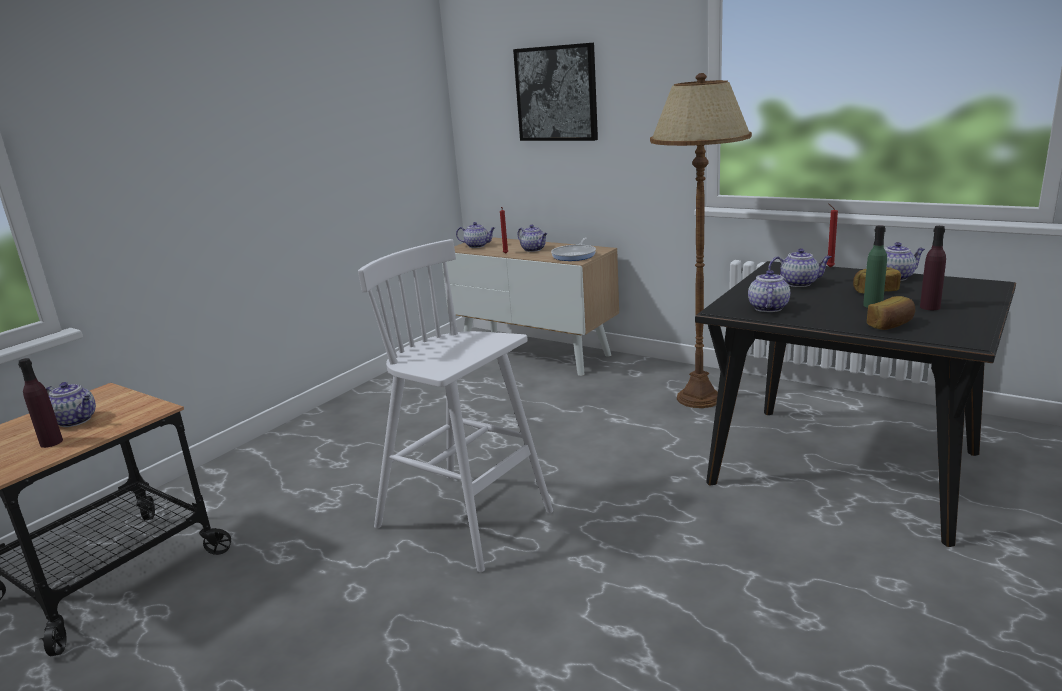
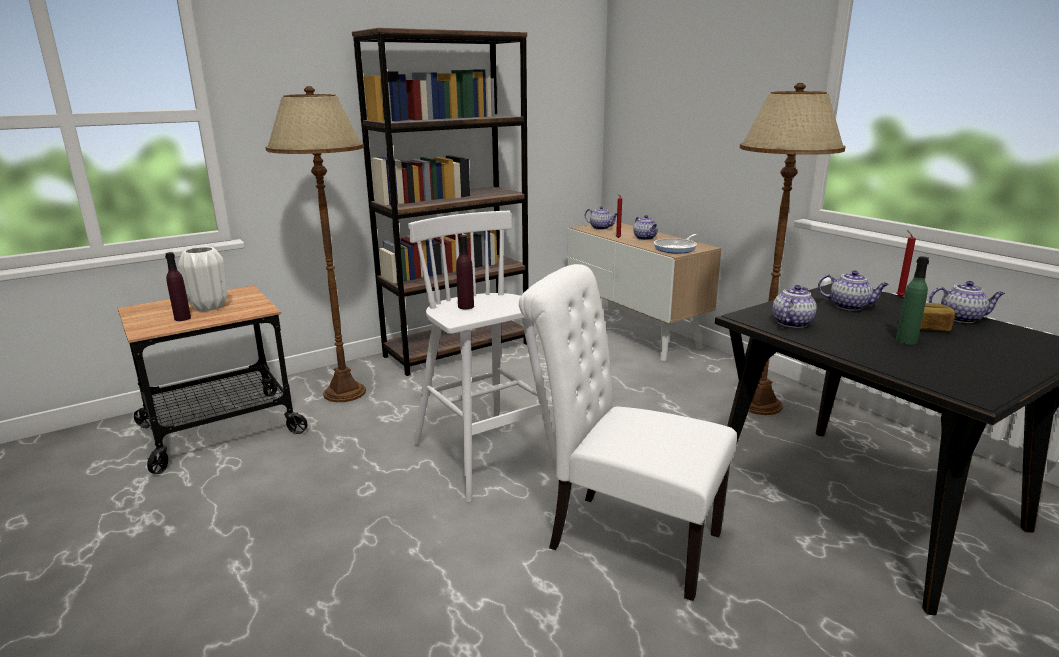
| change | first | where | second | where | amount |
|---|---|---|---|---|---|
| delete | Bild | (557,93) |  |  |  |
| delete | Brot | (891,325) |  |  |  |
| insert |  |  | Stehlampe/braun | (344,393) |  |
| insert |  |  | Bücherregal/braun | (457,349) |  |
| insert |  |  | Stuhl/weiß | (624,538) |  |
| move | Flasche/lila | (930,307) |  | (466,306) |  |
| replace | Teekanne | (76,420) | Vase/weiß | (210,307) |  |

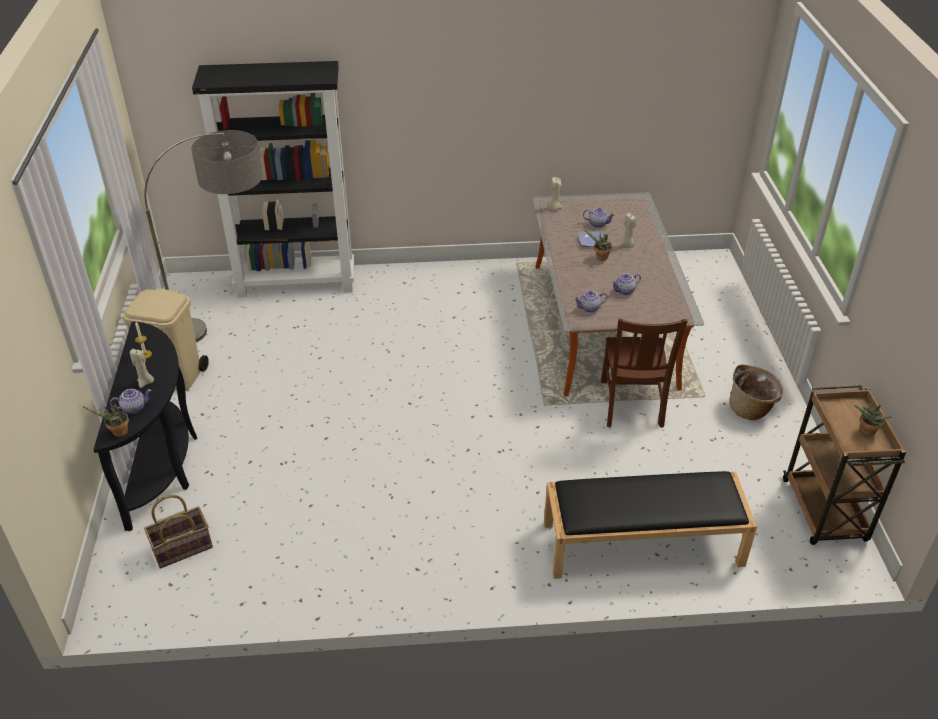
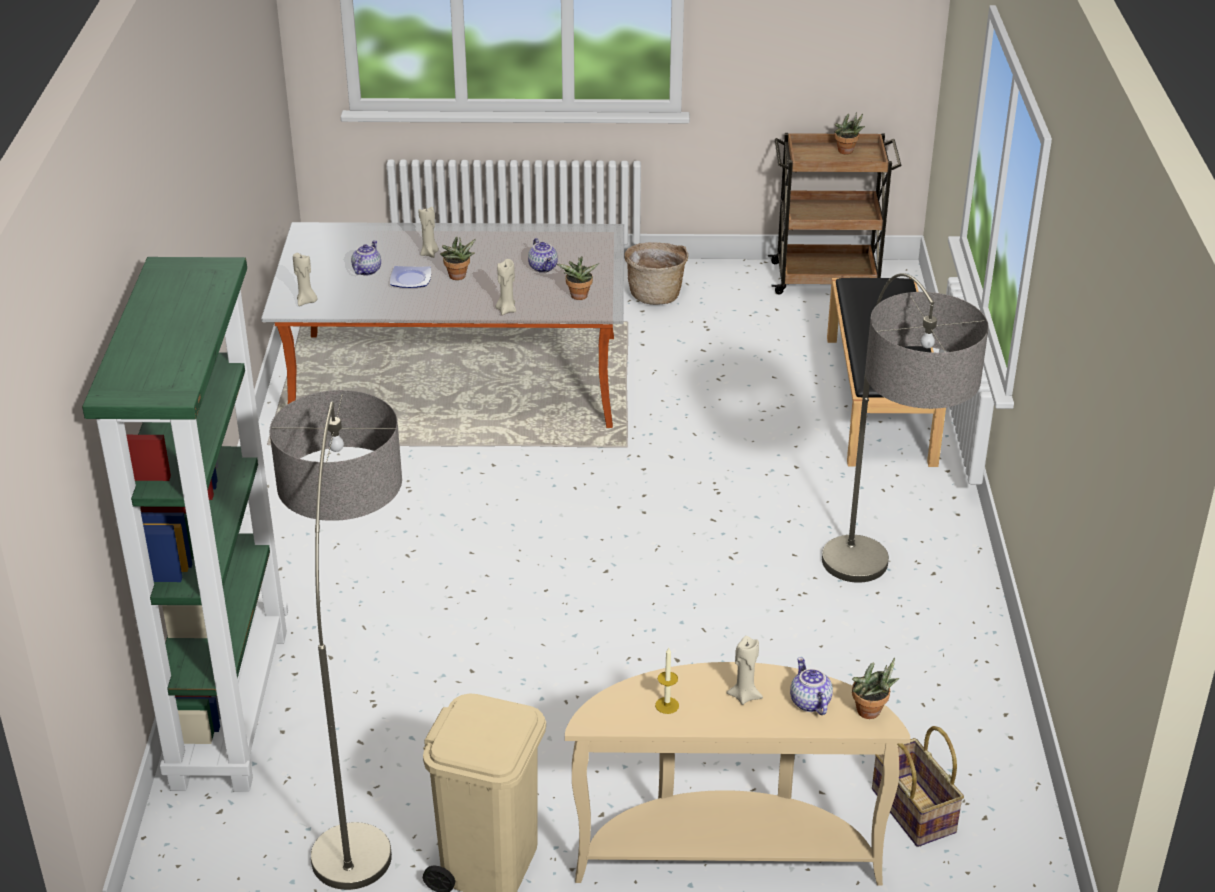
| change | first | where | second | where | amount |
|---|---|---|---|---|---|
| delete | Stuhl/braun | (631,405) |  |  |  |
| insert |  |  | Kerze/beige | (506,310) |  |
| insert |  |  | Stehlampe | (878,613) |  |
| replace | Teekanne | (589,308) | Topfpflanze | (578,297) |  |
| recolor | Konsolentisch/schwarz | (165,464) | Konsolentisch/beige | (727,852) |  |
| recolor | Bücherregal/schwarz | (297,282) | Bücherregal/grün | (229,706) |  |

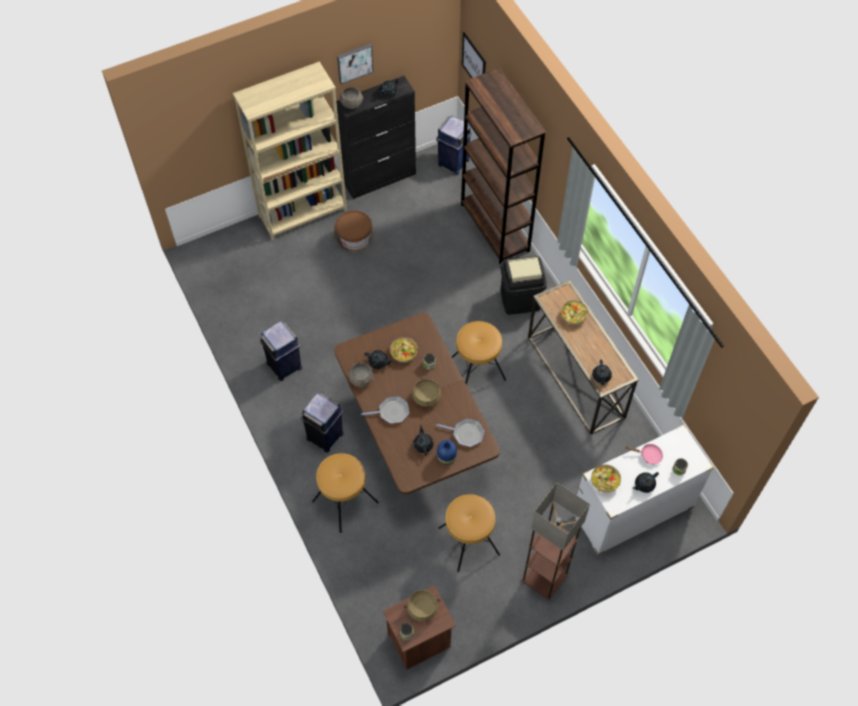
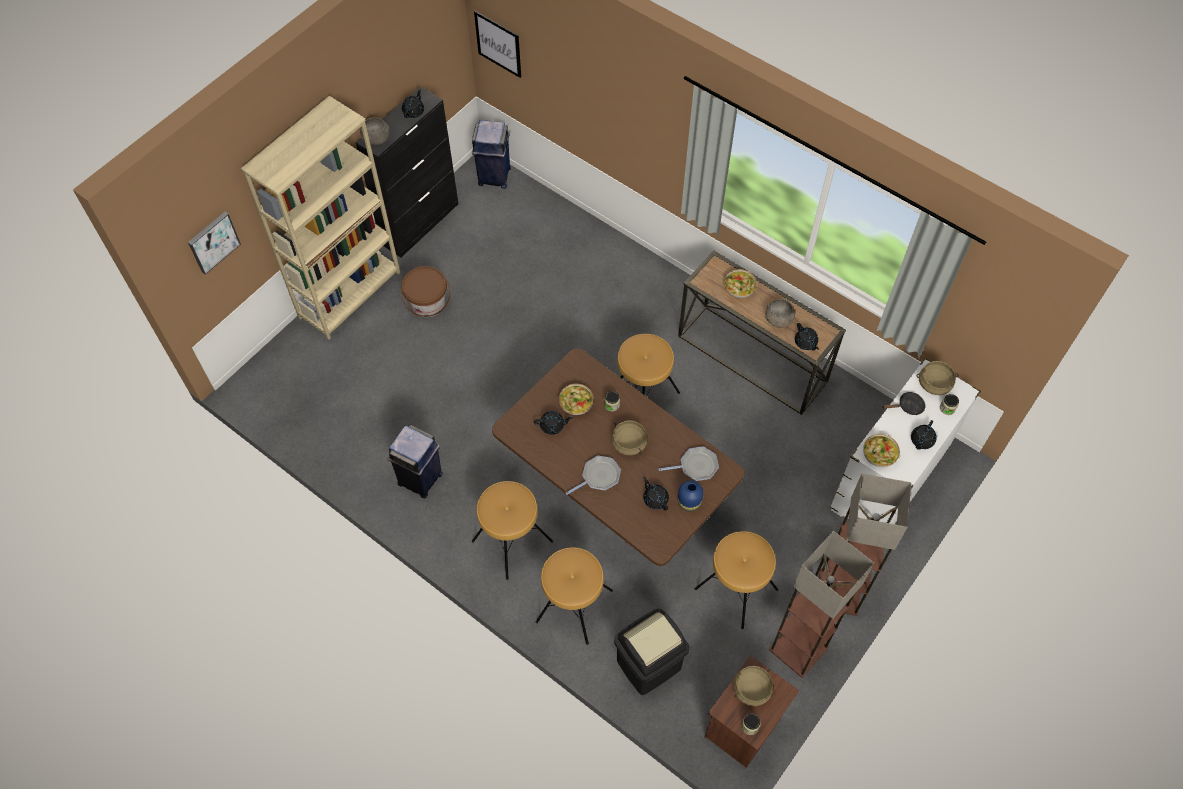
| change | first | where | second | where | amount |
|---|---|---|---|---|---|
| delete | Bücherregal/braun | (495,228) |  |  |  |
| insert |  |  | Stehlampe | (798,649) |  |
| insert |  |  | Kochtopf/beige | (934,383) |  |
| move | Bild | (354,62) |  | (213,242) |  |
| move | Schüssel/grau | (361,379) |  | (778,320) |  |
| move | Mülleimer/schwarz | (520,300) |  | (649,665) |  |
| replace | Mülleimer/blau | (325,437) | Hocker/braun | (511,541) |  |
| recolor | Pfanne/rosa | (648,455) | Pfanne/schwarz | (907,406) |  |

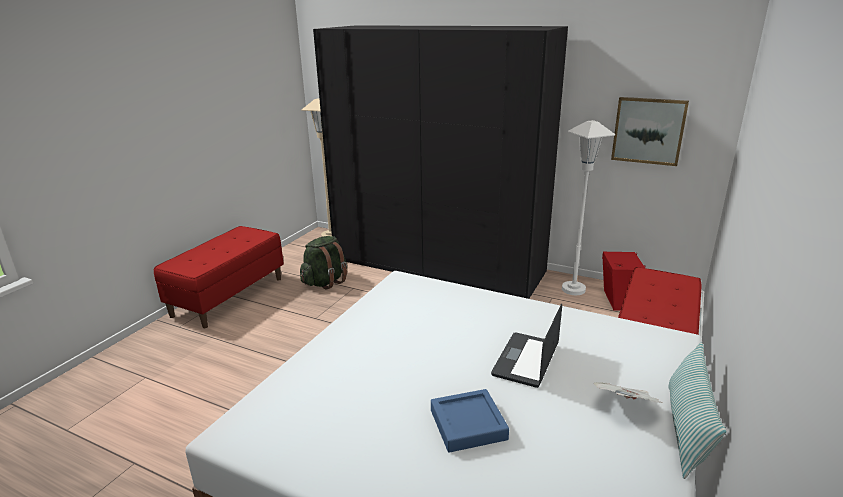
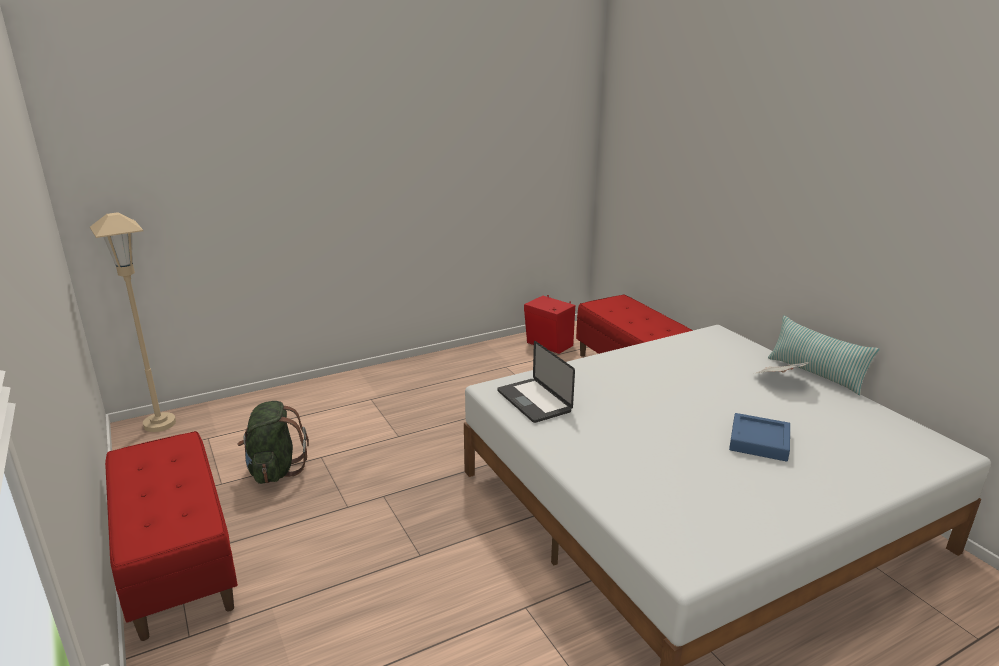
| change | first | where | second | where | amount |
|---|---|---|---|---|---|
| delete | Kleiderschrank/schwarz | (438,265) |  |  |  |
| delete | Stehlampe/weiß | (573,289) |  |  |  |
| delete | Bild | (648,130) |  |  |  |
| move | Laptop | (526,360) |  | (533,401) |  |

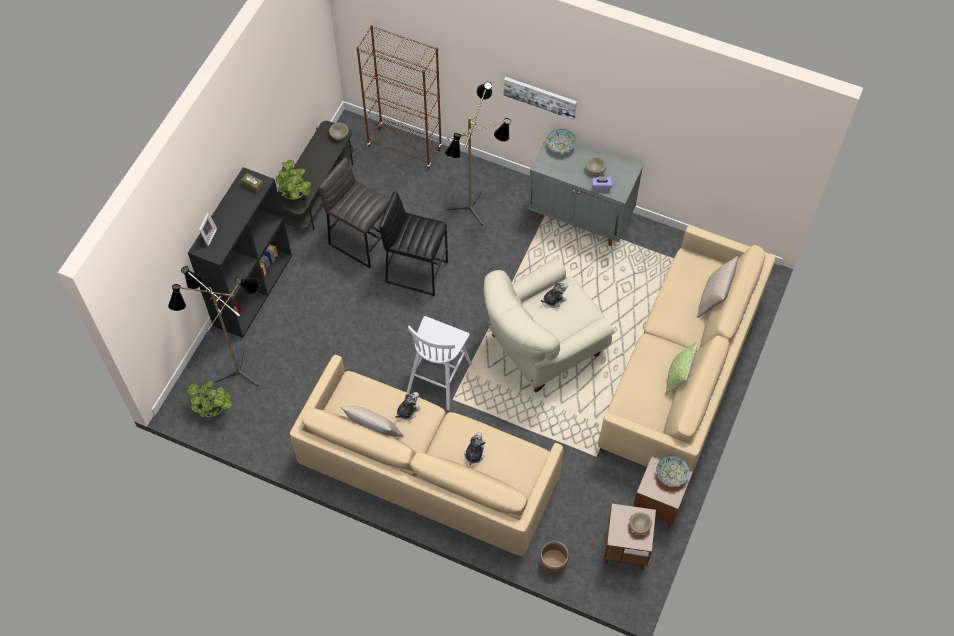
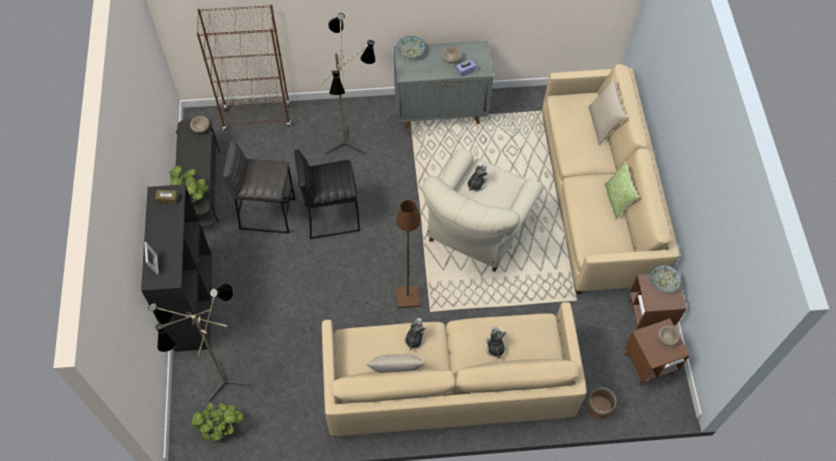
| change | first | where | second | where | amount |
|---|---|---|---|---|---|
| delete | Bild | (540,97) |  |  |  |
| replace | Hocker/weiß | (440,377) | Stehlampe/braun | (407,298) |  |

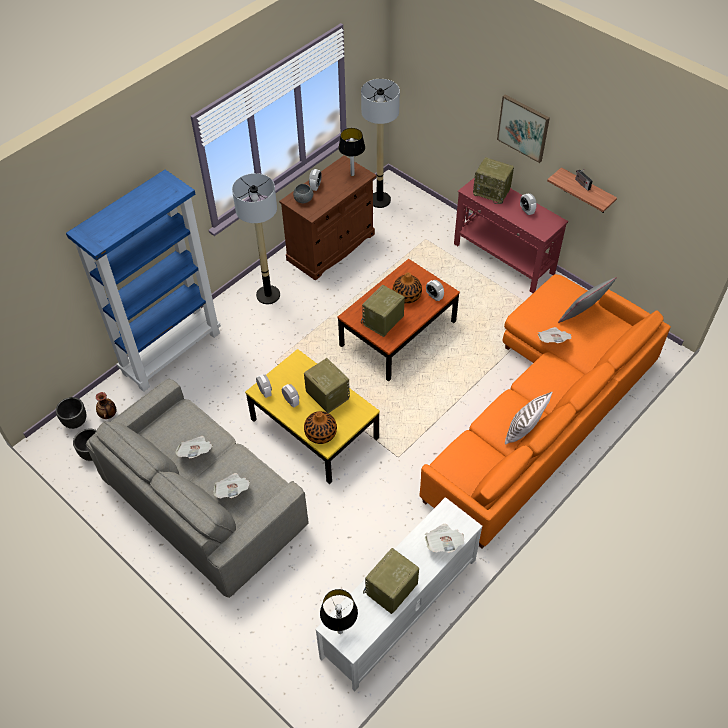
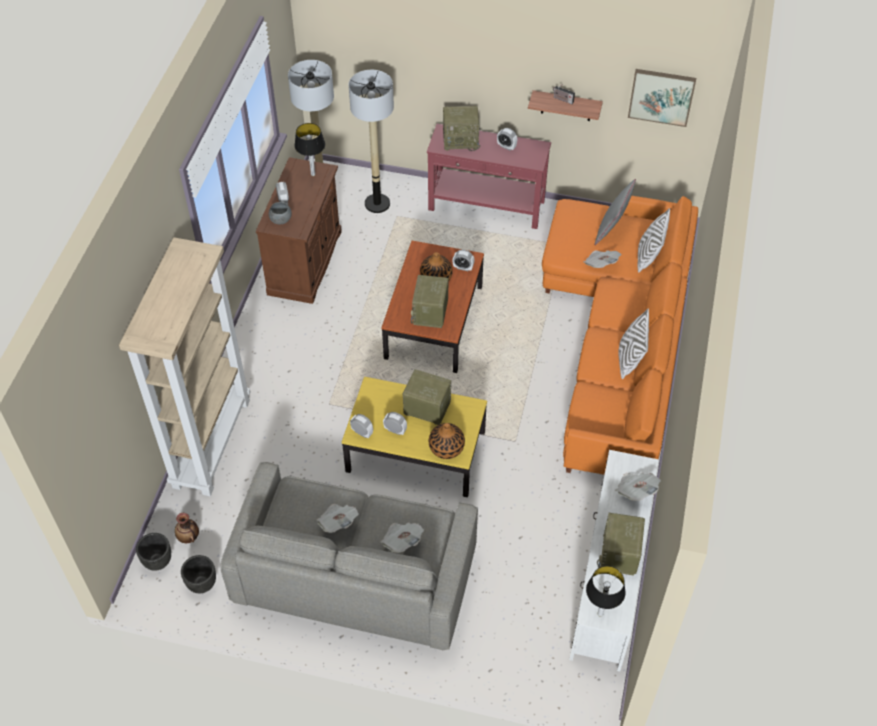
| change | first | where | second | where | amount |
|---|---|---|---|---|---|
| insert |  |  | Kissen/weiß | (649,256) |  |
| move | Stehlampe | (268,295) |  | (377,204) |  |
| move | Bild | (523,128) |  | (661,96) |  |
| recolor | Bücherregal/blau | (172,352) | Bücherregal/beige | (211,442) |  |

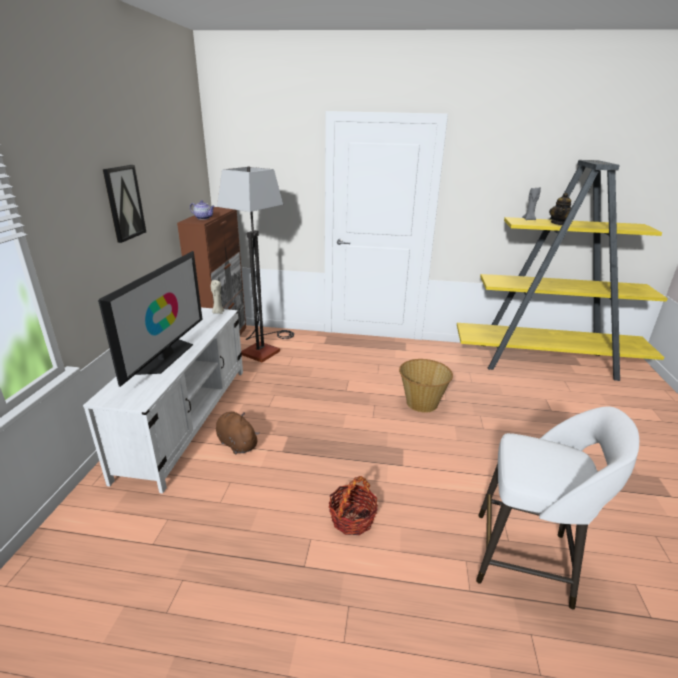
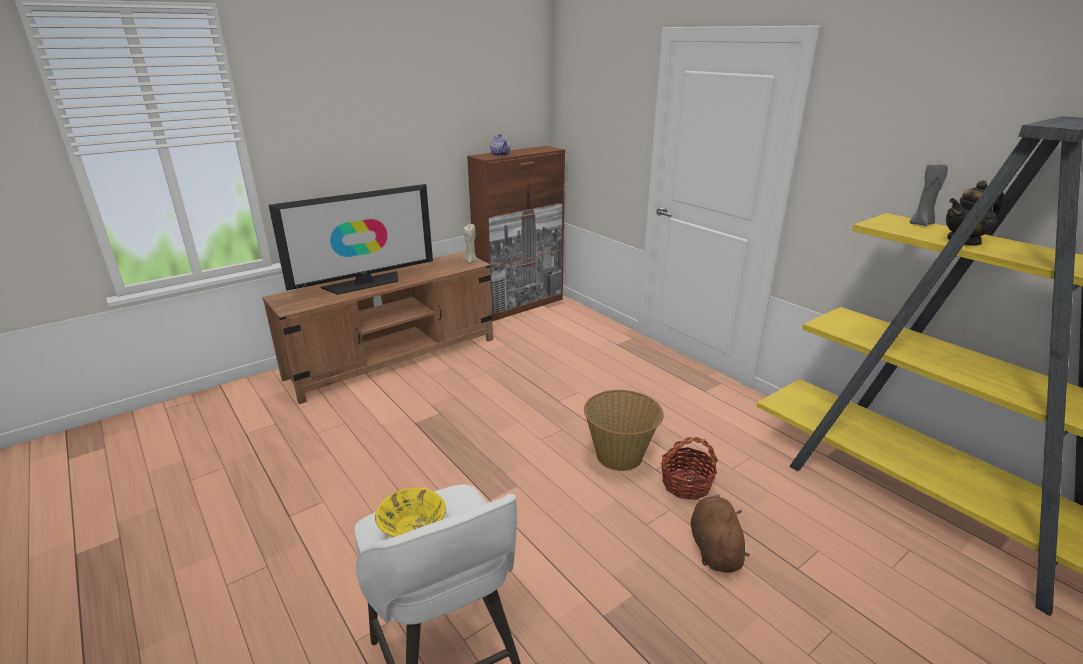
| change | first | where | second | where | amount |
|---|---|---|---|---|---|
| delete | Bild | (124,203) |  |  |  |
| delete | Stehlampe | (264,348) |  |  |  |
| insert |  |  | Schüssel/gelb | (413,529) |  |
| move | Plüschtier/braun | (236,443) |  | (714,548) |  |
| move | Korb | (352,518) |  | (686,484) |  |
| recolor | Fernsehschrank/weiß | (188,418) | Fernsehschrank/braun | (394,358) |  |

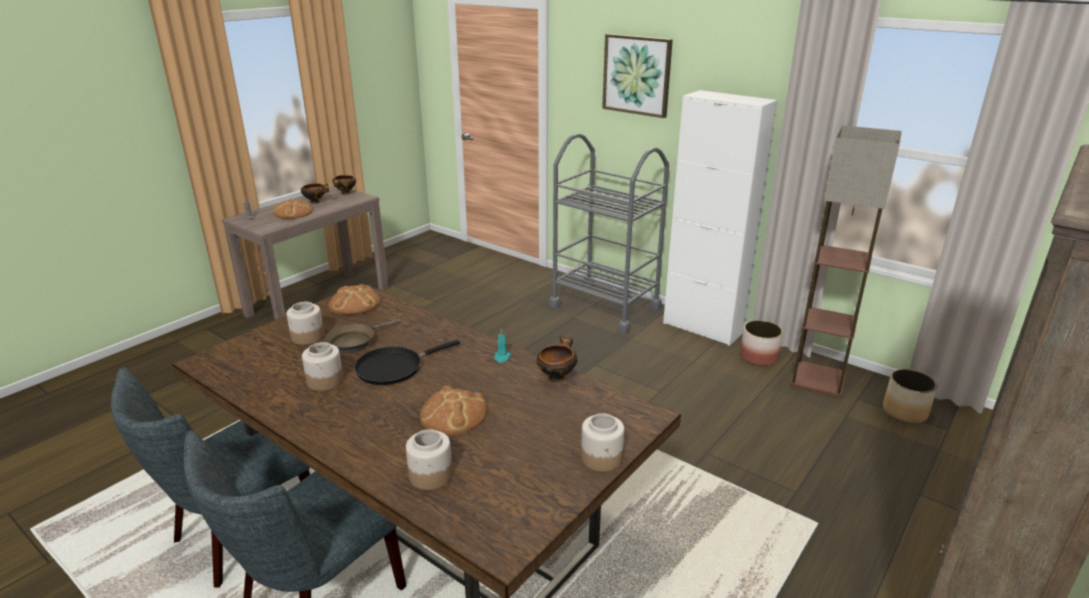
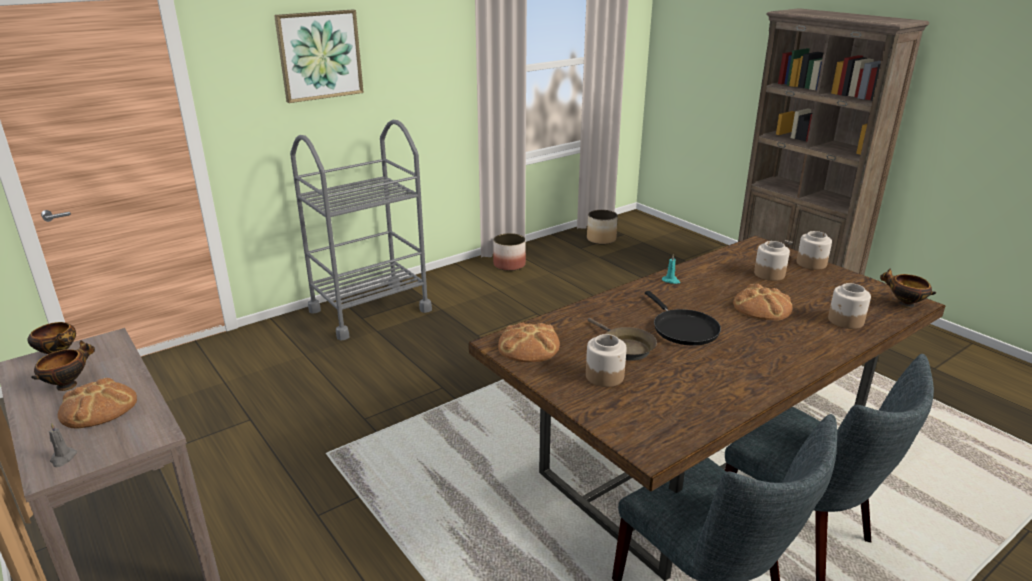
| change | first | where | second | where | amount |
|---|---|---|---|---|---|
| delete | Schrank/weiß | (702,328) |  |  |  |
| delete | Stehlampe | (818,380) |  |  |  |
| move | Vorratsglas | (325,381) |  | (769,274) |  |
| move | Schüssel | (556,377) |  | (903,304) |  |

